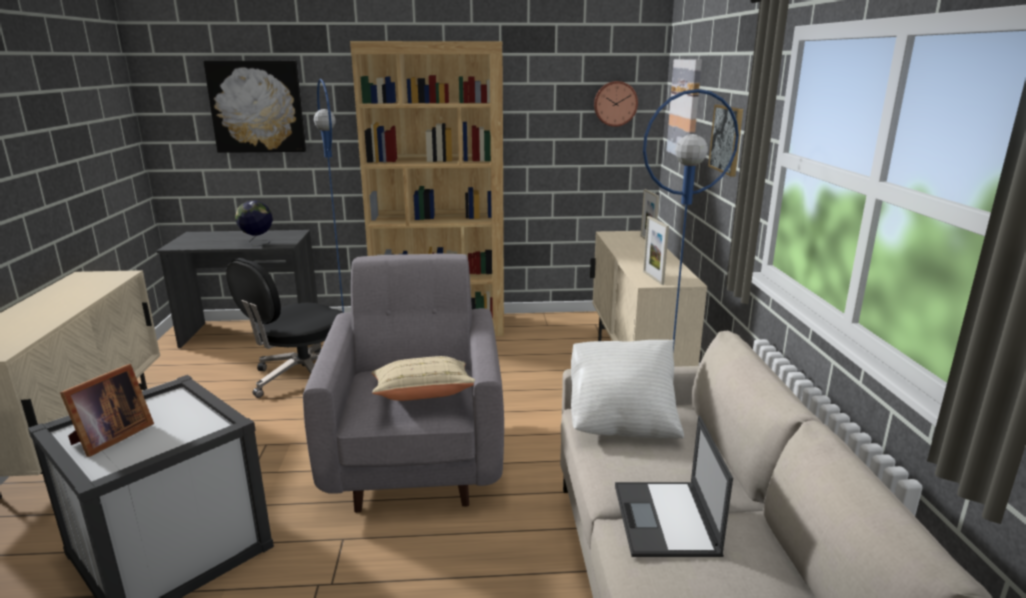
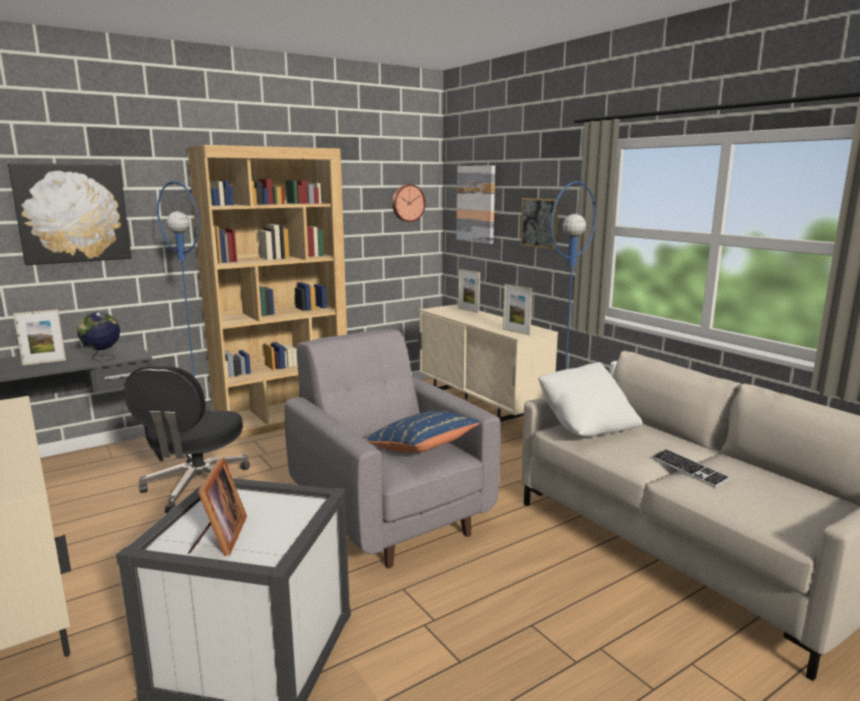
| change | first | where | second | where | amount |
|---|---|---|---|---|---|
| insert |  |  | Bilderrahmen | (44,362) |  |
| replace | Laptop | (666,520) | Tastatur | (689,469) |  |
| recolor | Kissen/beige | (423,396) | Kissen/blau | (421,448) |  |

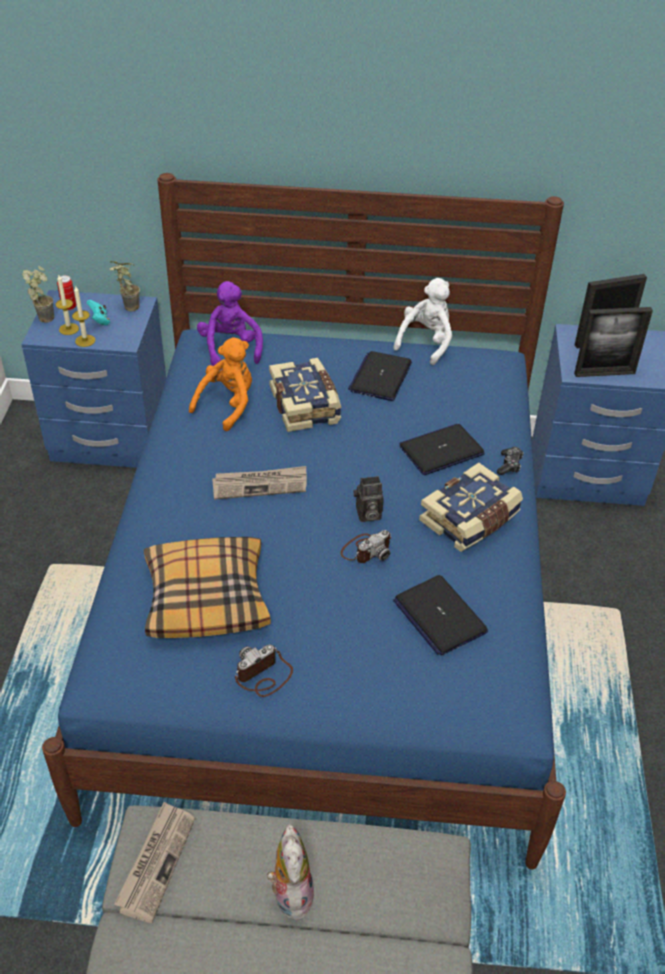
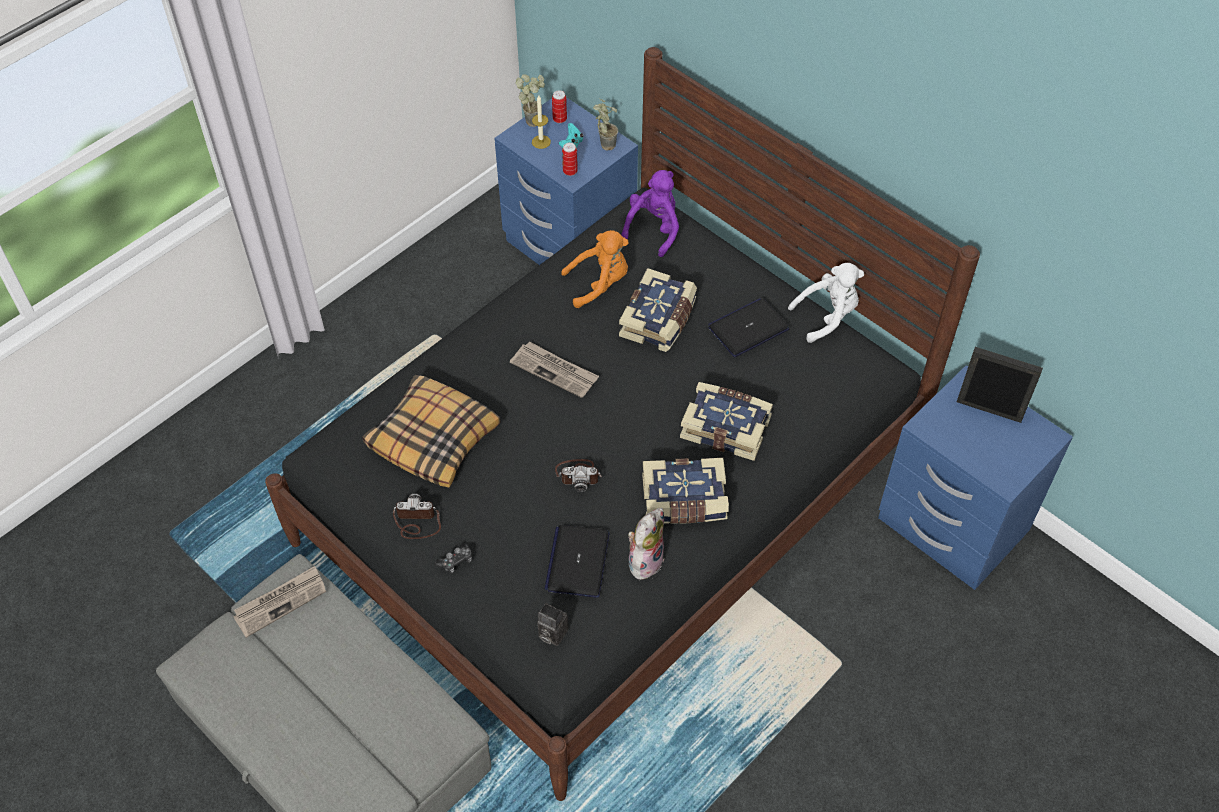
| change | first | where | second | where | amount |
|---|---|---|---|---|---|
| delete | Kerze | (85,340) |  |  |  |
| delete | Bilderrahmen | (604,373) |  |  |  |
| insert |  |  | Dose | (570,171) |  |
| move | Plüschtier | (290,893) |  | (644,560) |  |
| move | Kamera | (367,515) |  | (551,633) |  |
| move | Gamepad | (509,465) |  | (456,561) |  |
| replace | Laptop | (441,450) | Buch | (726,427) |  |
| recolor | Bett/blau | (329,602) | Bett/schwarz | (609,498) |  |

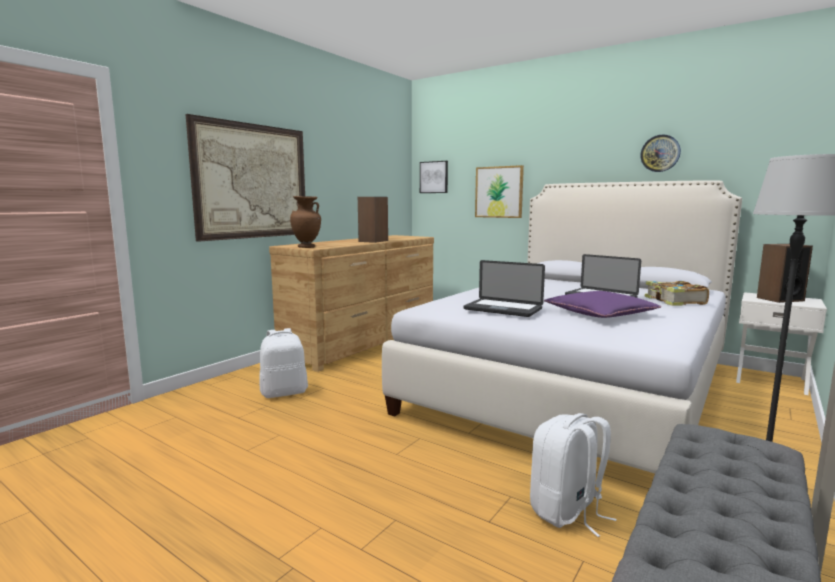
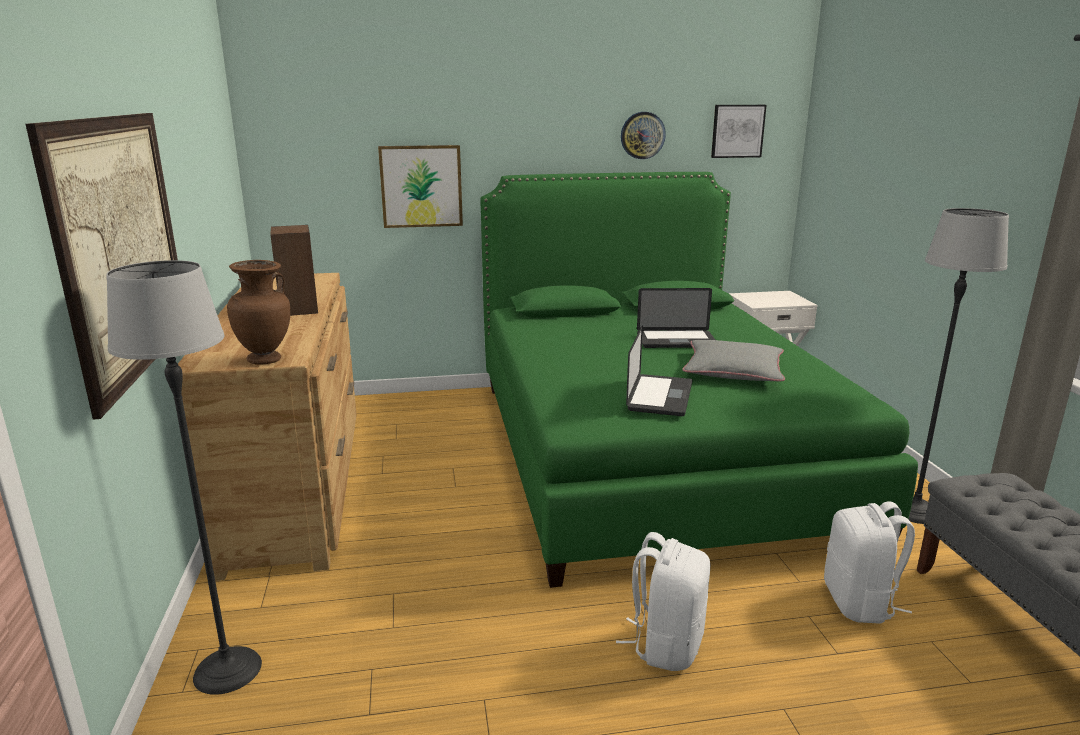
| change | first | where | second | where | amount |
|---|---|---|---|---|---|
| delete | Buch | (674,301) |  |  |  |
| delete | Lautsprecher | (779,299) |  |  |  |
| insert |  |  | Stehlampe | (228,670) |  |
| move | Rucksack/weiß | (284,392) |  | (666,644) |  |
| move | Bild | (434,177) |  | (737,131) |  |
| recolor | Bett/weiß | (573,386) | Bett/grün | (648,453) |  |
| recolor | Kissen/lila | (600,313) | Kissen/grau | (733,370) |  |
| rotate | Laptop | (503,309) |  | (660,396) | 60 degrees counterclockwise |

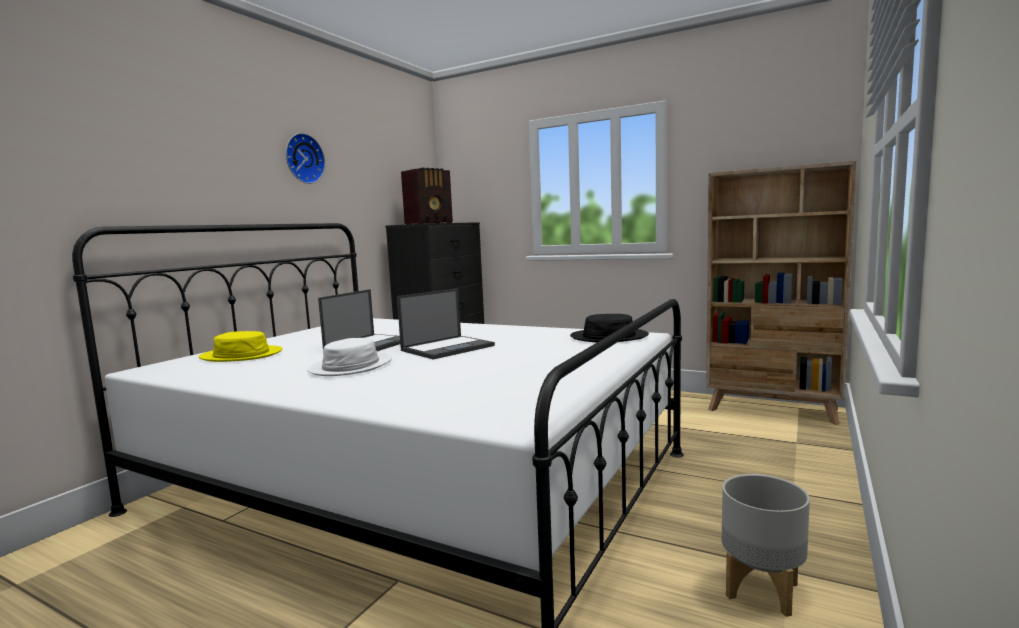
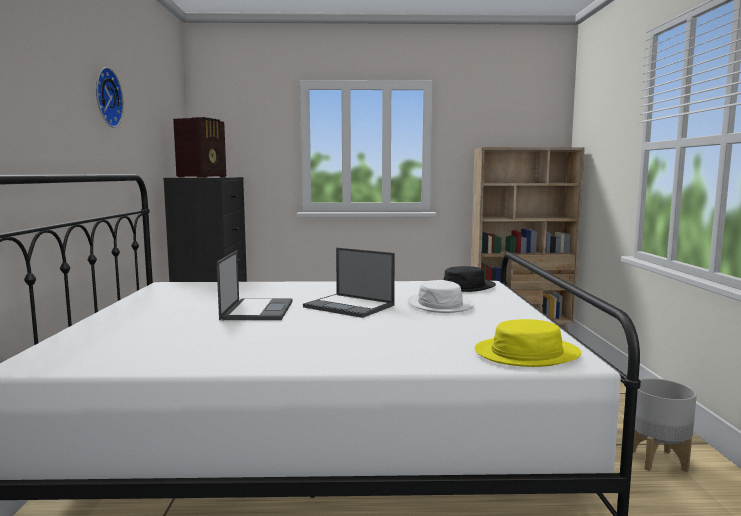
| change | first | where | second | where | amount |
|---|---|---|---|---|---|
| move | Hut/gelb | (242,355) |  | (526,353) |  |
| move | Hut/weiß | (351,366) |  | (440,304) |  |
| rotate | Laptop | (448,348) |  | (350,306) | 105 degrees clockwise |

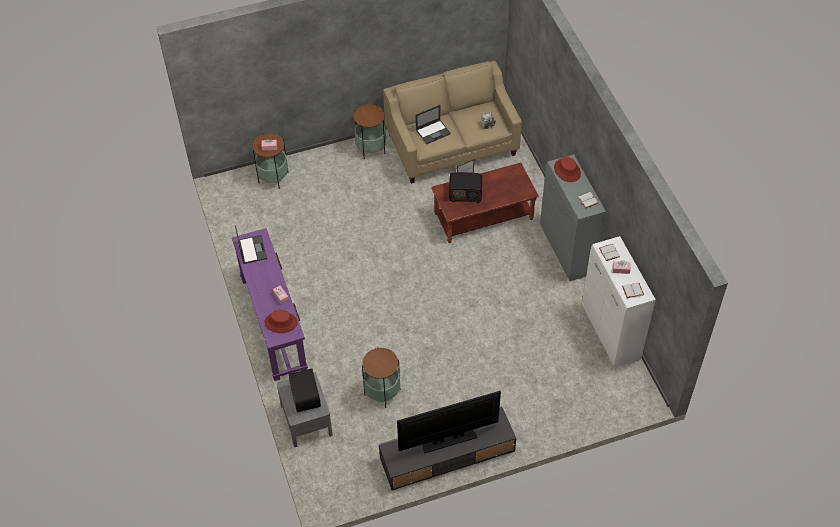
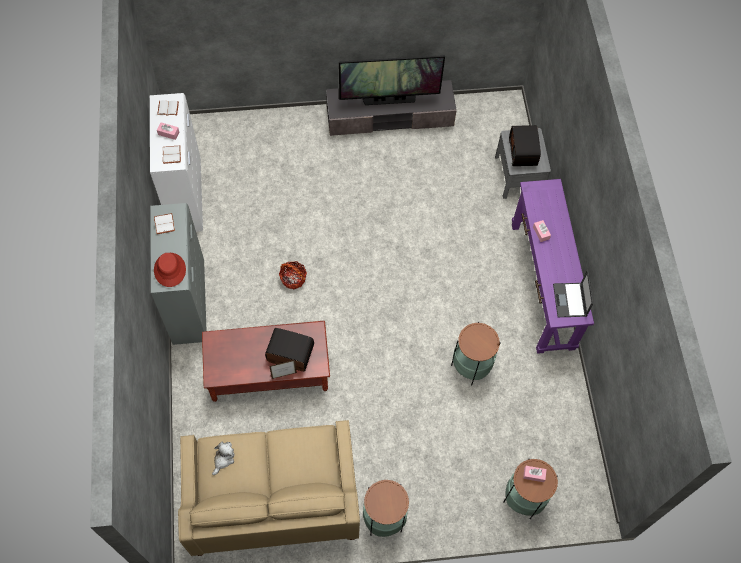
| change | first | where | second | where | amount |
|---|---|---|---|---|---|
| delete | Hut/rot | (281,322) |  |  |  |
| delete | Laptop | (433,131) |  |  |  |
| insert |  |  | Korb | (293,279) |  |
| move | Beistelltisch | (382,392) |  | (471,366) |  |

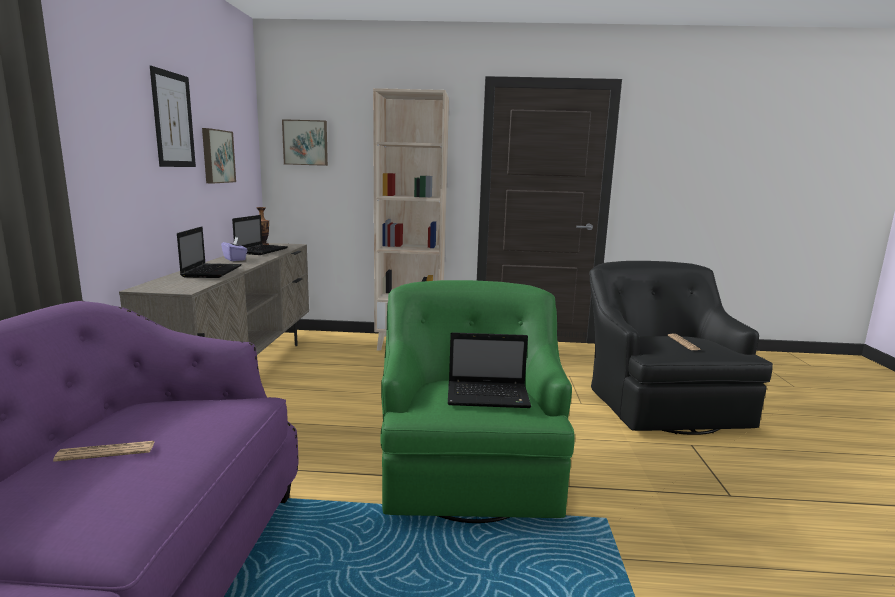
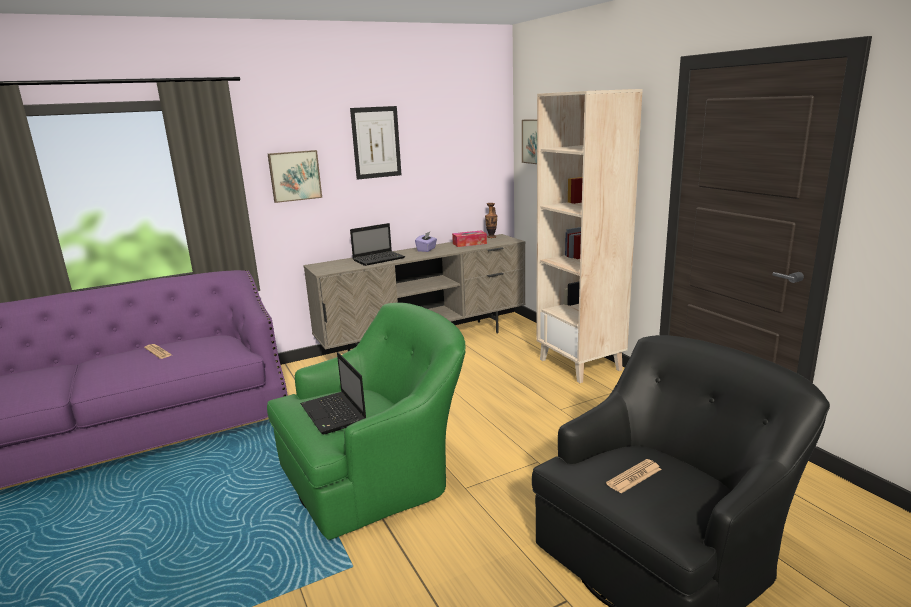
| change | first | where | second | where | amount |
|---|---|---|---|---|---|
| move | Bild | (217,156) |  | (294,176) |  |
| replace | Laptop | (262,250) | Taschentuchbox | (469,243) |  |

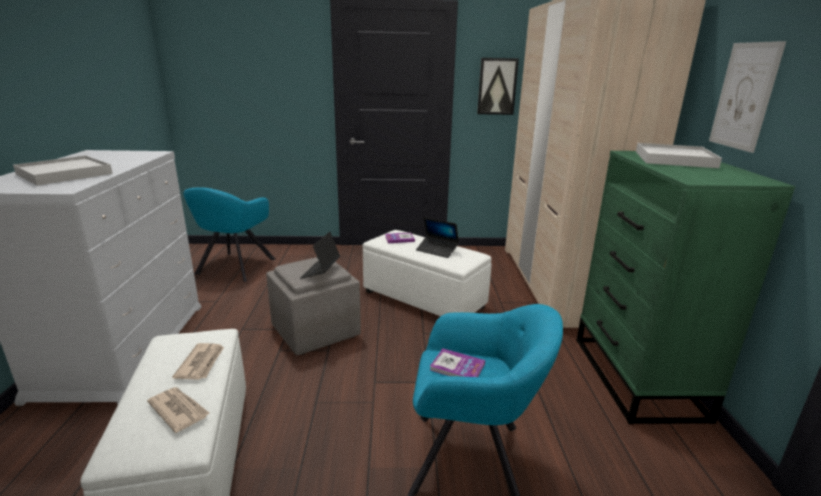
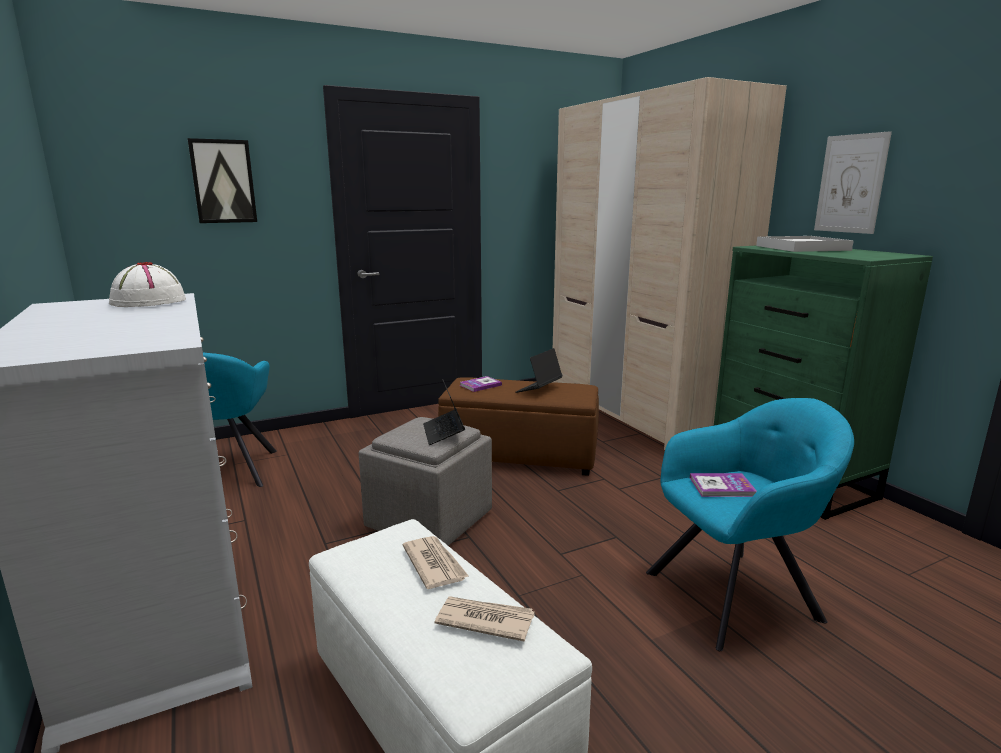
| change | first | where | second | where | amount |
|---|---|---|---|---|---|
| delete | Tablett/weiß | (65,174) |  |  |  |
| insert |  |  | Hut/weiß | (148,302) |  |
| move | Bild | (497,86) |  | (223,181) |  |
| recolor | Polsterhocker/weiß | (424,299) | Polsterhocker/braun | (521,456) |  |
| rotate | Laptop | (437,250) |  | (539,389) | 120 degrees clockwise |

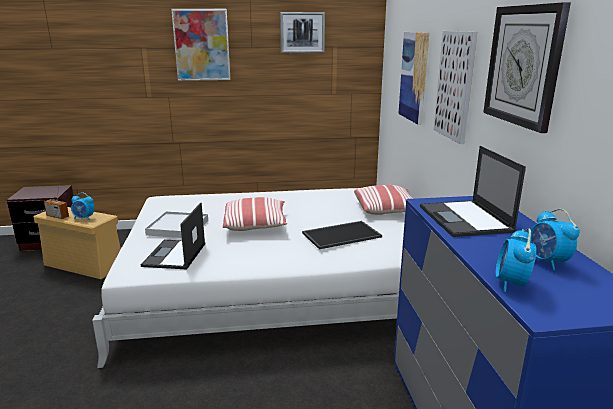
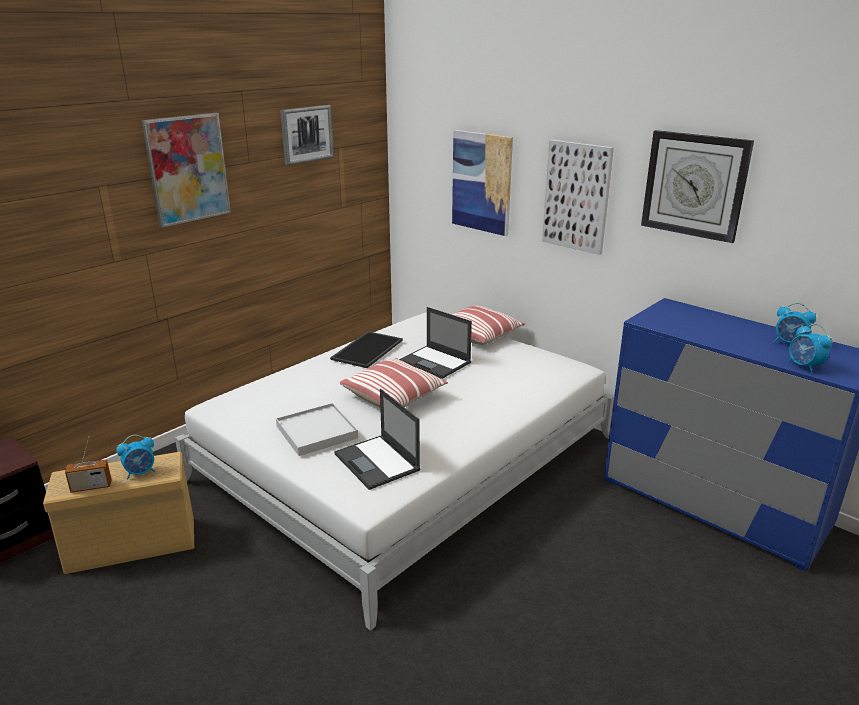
| change | first | where | second | where | amount |
|---|---|---|---|---|---|
| move | Tablett | (341,234) |  | (366,349) |  |
| move | Laptop | (465,219) |  | (435,362) |  |

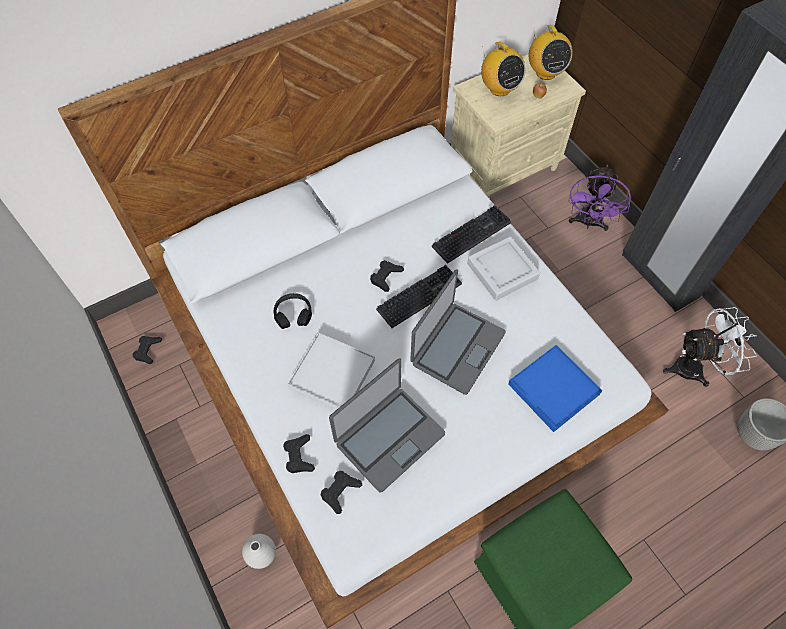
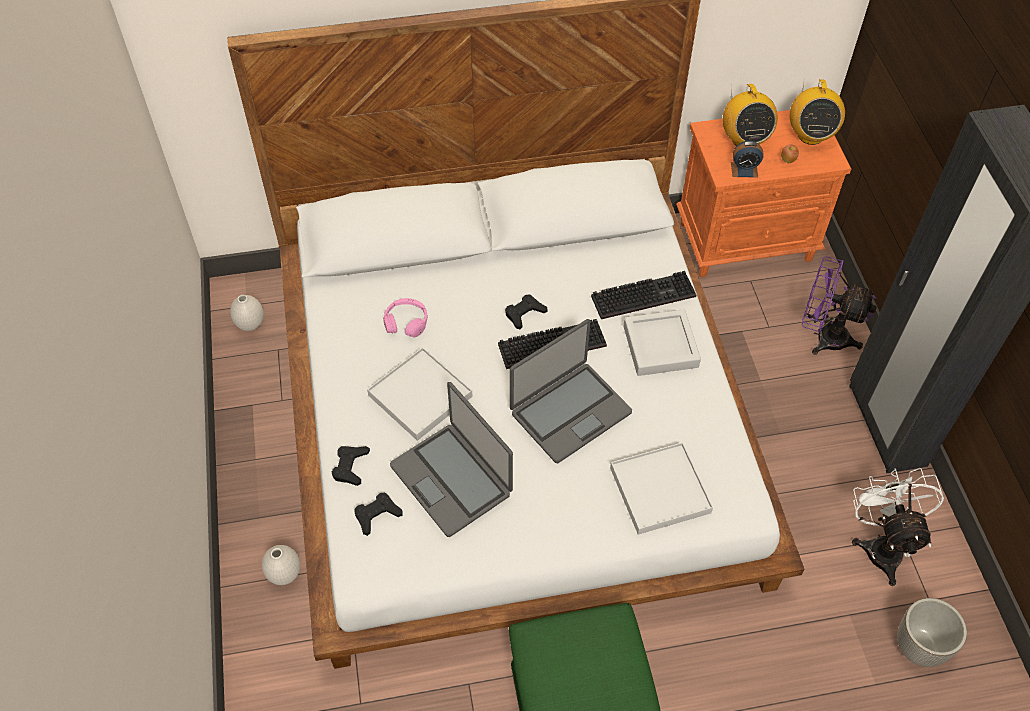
| change | first | where | second | where | amount |
|---|---|---|---|---|---|
| insert |  |  | Wecker | (744,169) |  |
| replace | Gamepad/schwarz | (147,350) | Vase/weiß | (250,324) |  |
| recolor | Kopfhörer/schwarz | (293,314) | Kopfhörer/rosa | (406,322) |  |
| recolor | Nachttisch/beige | (504,167) | Nachttisch/orange | (746,240) |  |
| recolor | Tablett/blau | (554,389) | Tablett/weiß | (660,490) |  |
| rotate | Laptop | (389,438) |  | (452,479) | 75 degrees clockwise |
| rotate | Ventilator/lila | (588,223) |  | (823,336) | 75 degrees clockwise |
| rotate | Ventilator/weiß | (694,367) |  | (881,545) | 105 degrees counterclockwise |

